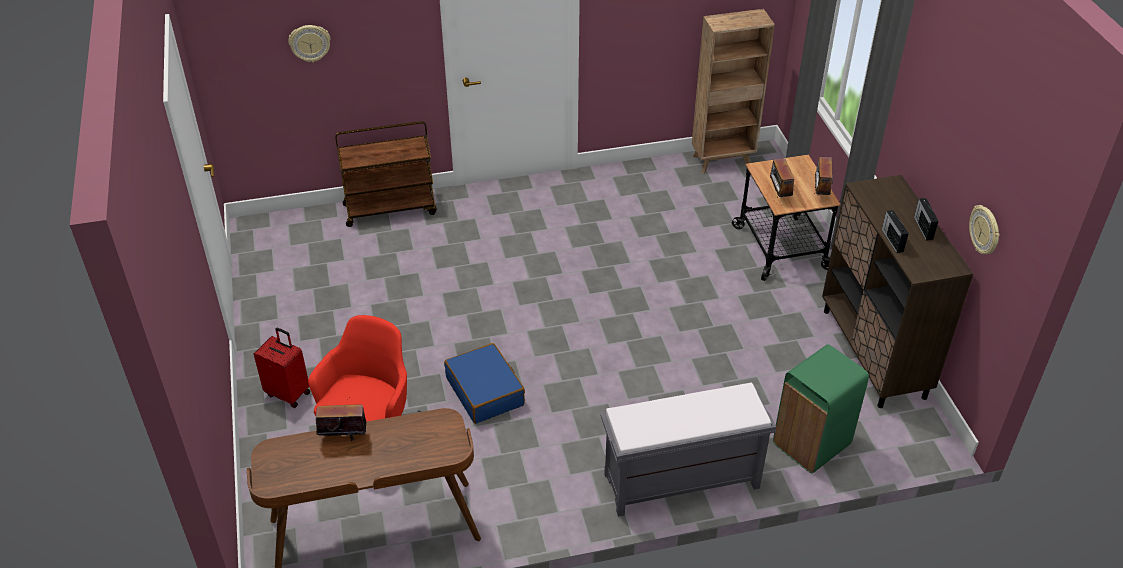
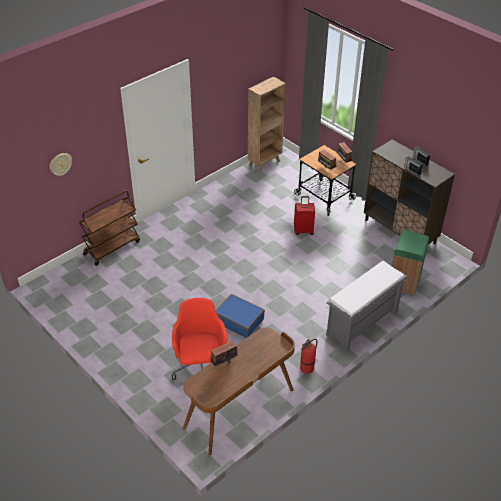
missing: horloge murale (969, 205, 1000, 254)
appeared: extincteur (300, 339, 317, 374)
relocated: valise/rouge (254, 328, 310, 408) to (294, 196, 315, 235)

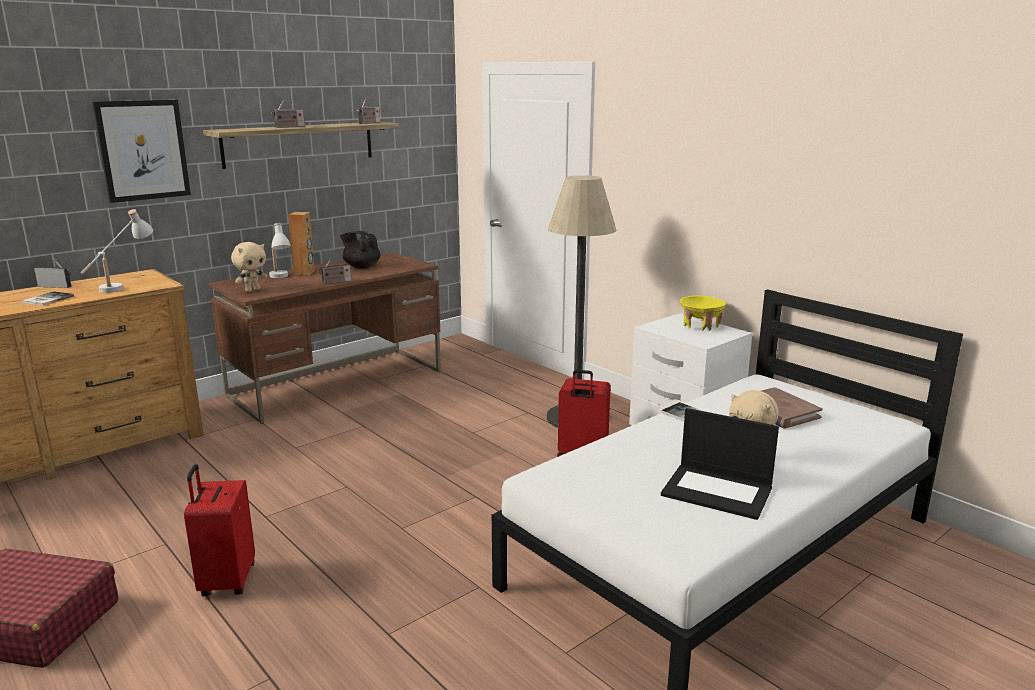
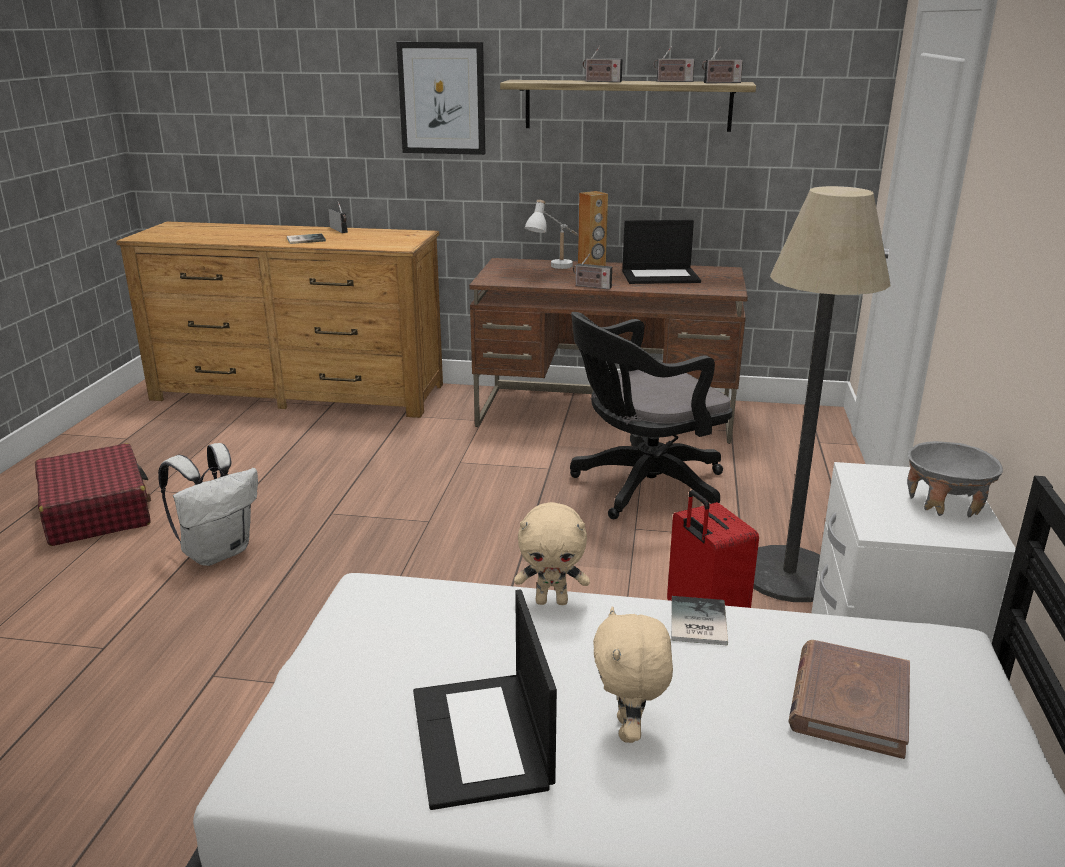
missing: lampe de table/blanc (80, 209, 153, 293)
appeared: chaise de bureau/noir (570, 312, 733, 519); radio (654, 46, 695, 82)
relocated: peluche/beige (231, 242, 267, 292) to (514, 502, 590, 605)
exchanged: valise/rouge (184, 464, 255, 596) to sac à dos/blanc (158, 443, 258, 566); théière/noir (340, 231, 380, 269) to ordinateur portable (622, 220, 701, 284)
colour: bol/jaune (680, 295, 726, 331) to bol/gris (907, 441, 1003, 518)

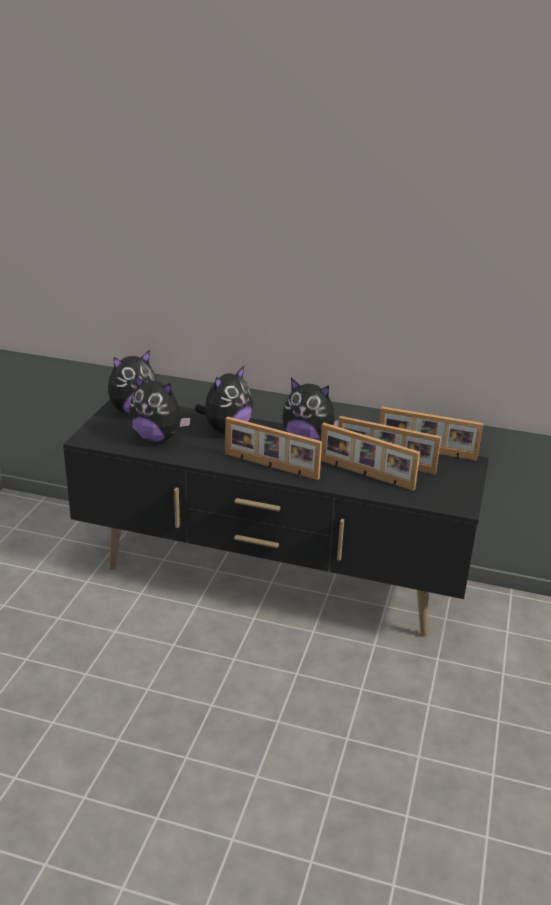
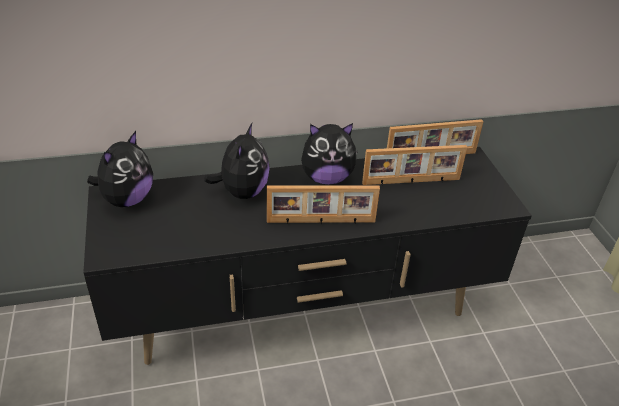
missing: peluche (129, 375, 190, 442); cadre photo (321, 423, 420, 491)

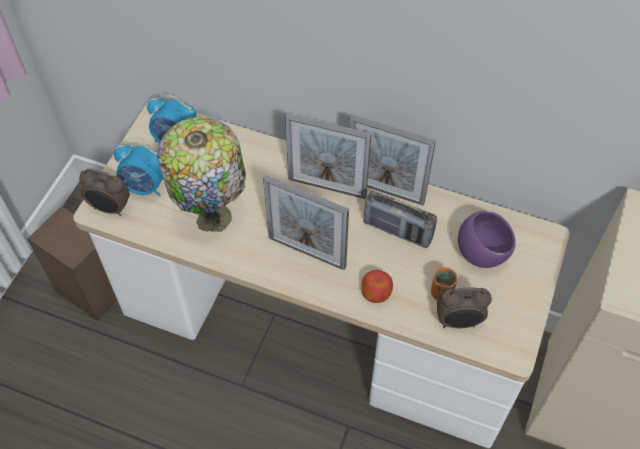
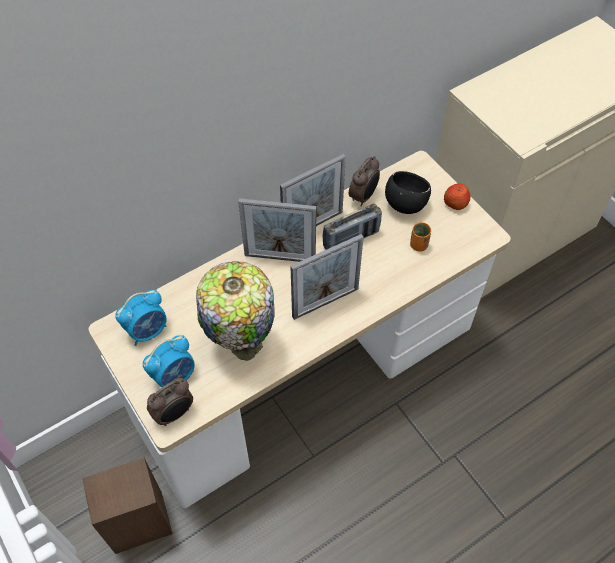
relocated: réveil (437, 288, 492, 328) to (349, 156, 380, 206); pomme (362, 270, 393, 303) to (444, 183, 470, 210)
colour: bol/violet (458, 211, 516, 268) to bol/noir (385, 171, 431, 214)
spun: cadre photo (285, 113, 372, 199) = (238, 198, 316, 262) 45 degrees clockwise

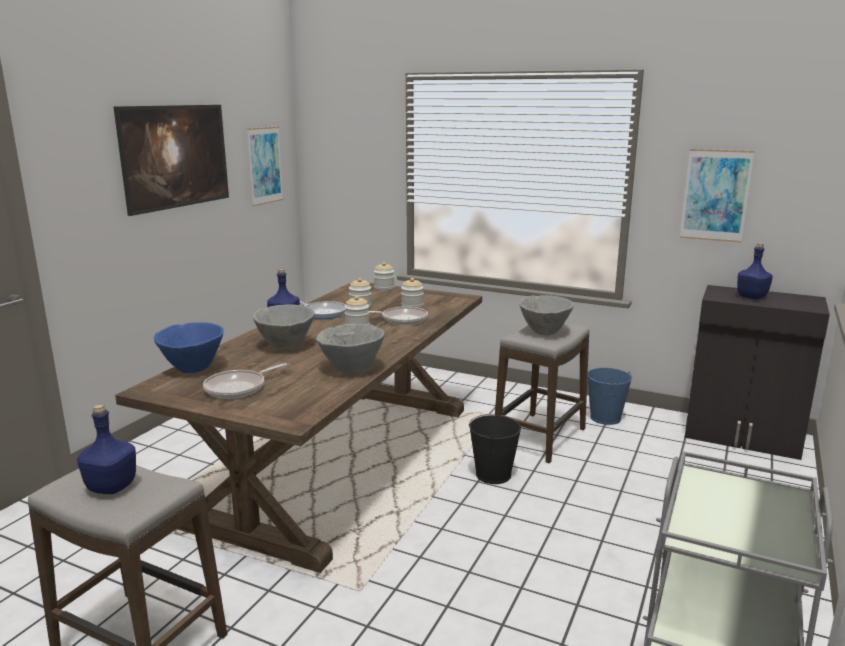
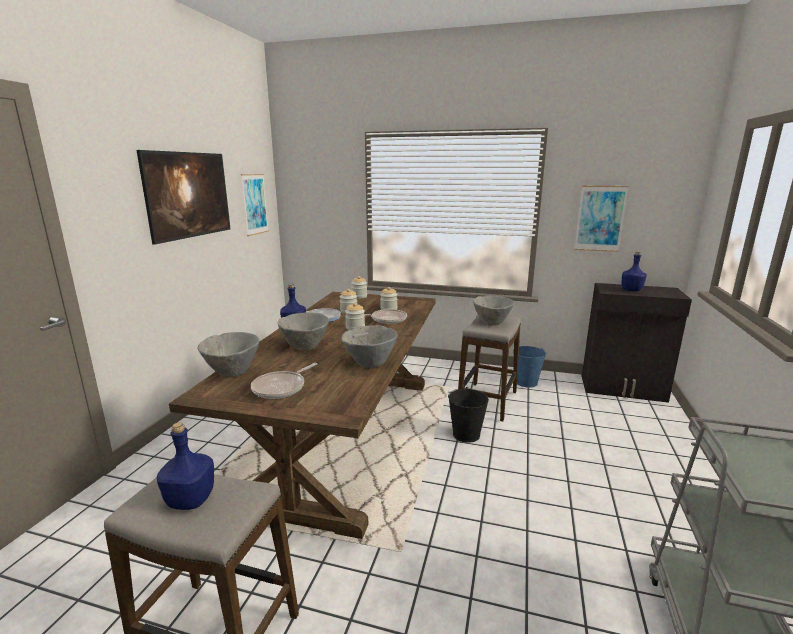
colour: bol/bleu (154, 322, 224, 373) to bol/gris (198, 332, 259, 377)

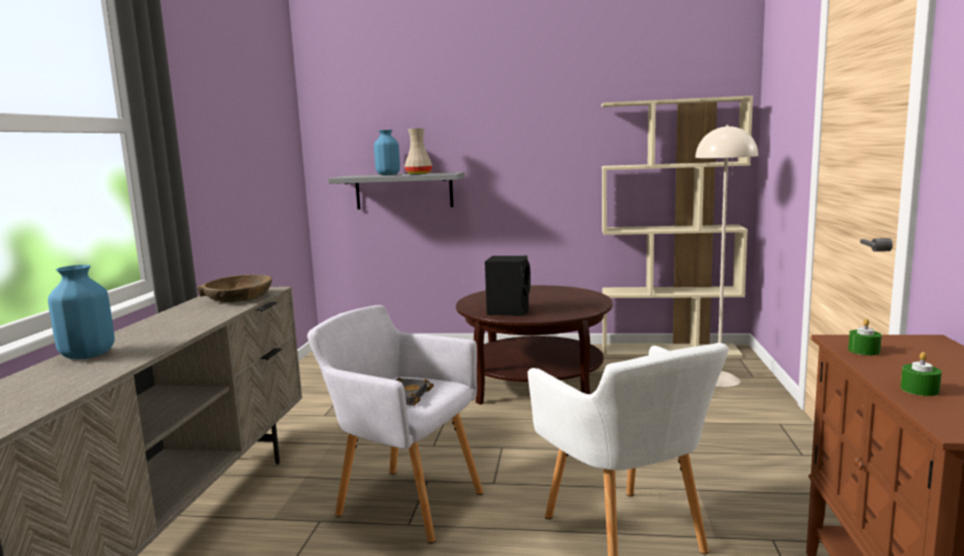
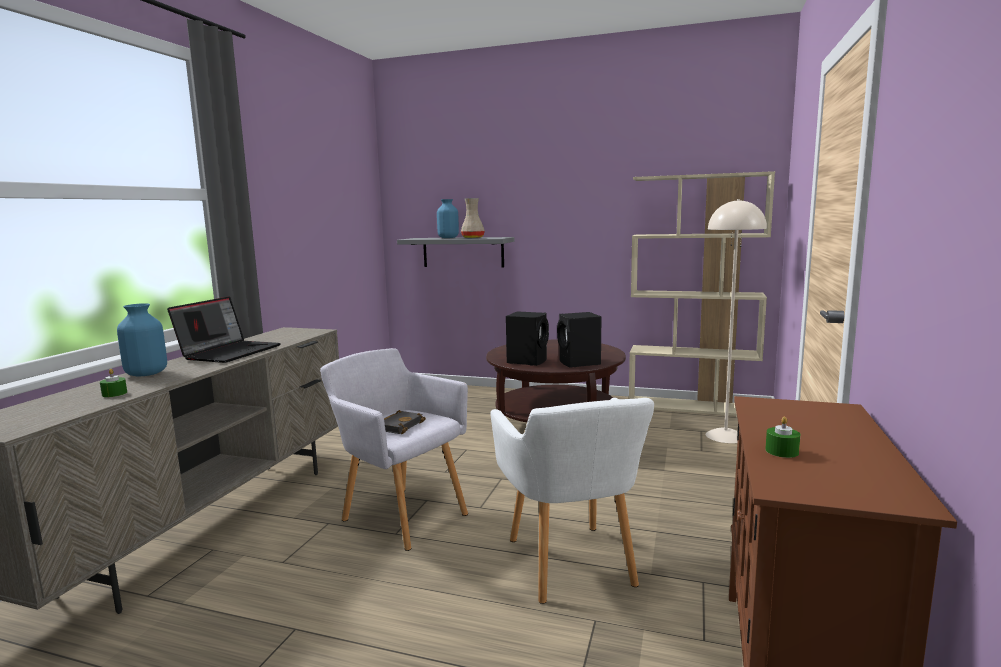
missing: bol/marron (197, 275, 272, 302)
appeared: ordinateur portable (167, 297, 281, 363); enceinte/noir (557, 312, 601, 368)
relocated: bougie/vert (848, 319, 882, 355) to (100, 369, 127, 397)

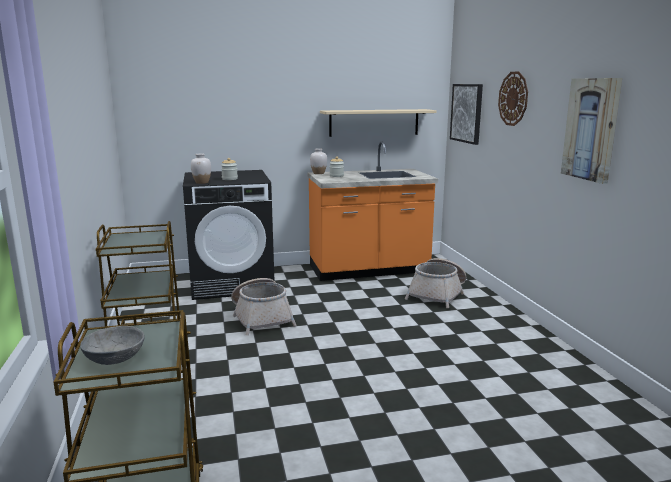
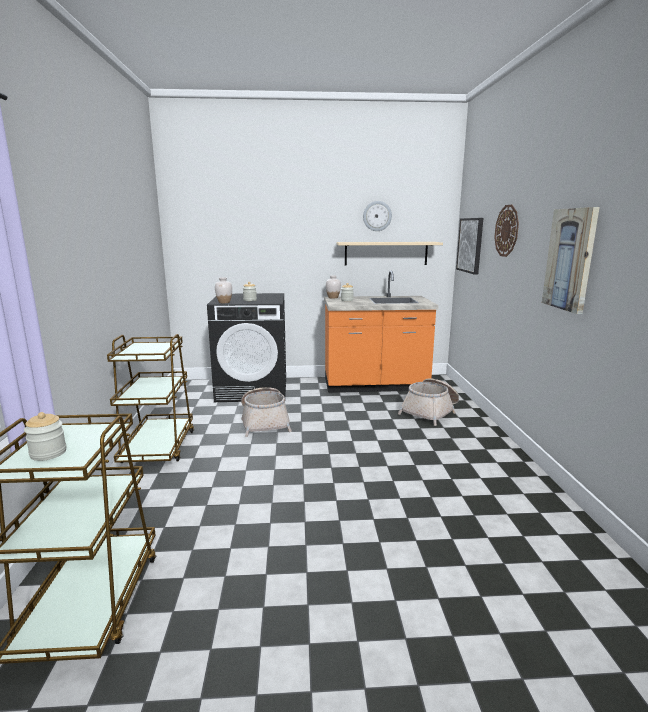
appeared: horloge murale (363, 201, 392, 231)
exchanged: bol/gris (80, 326, 145, 365) to bocal (24, 412, 67, 461)

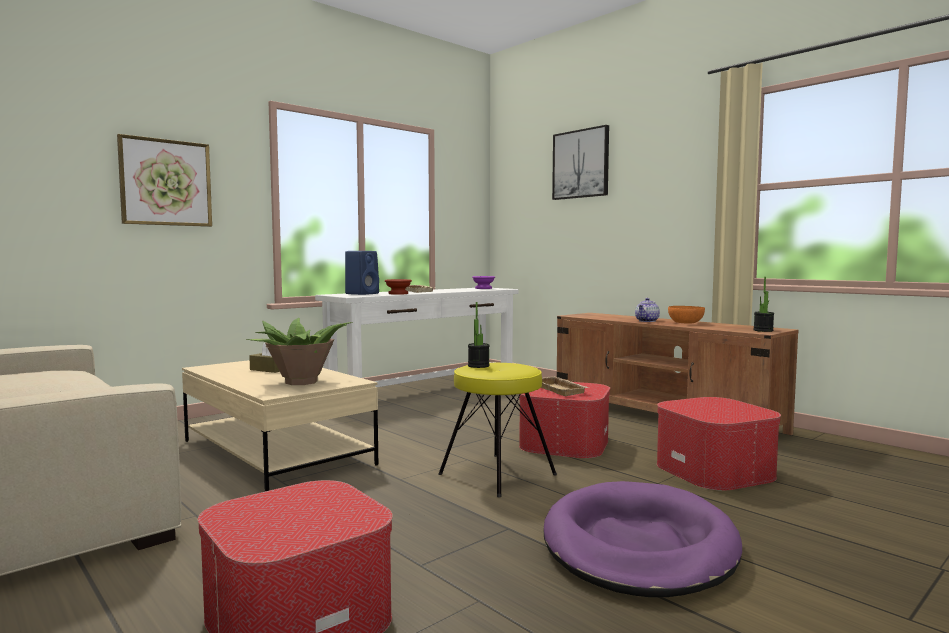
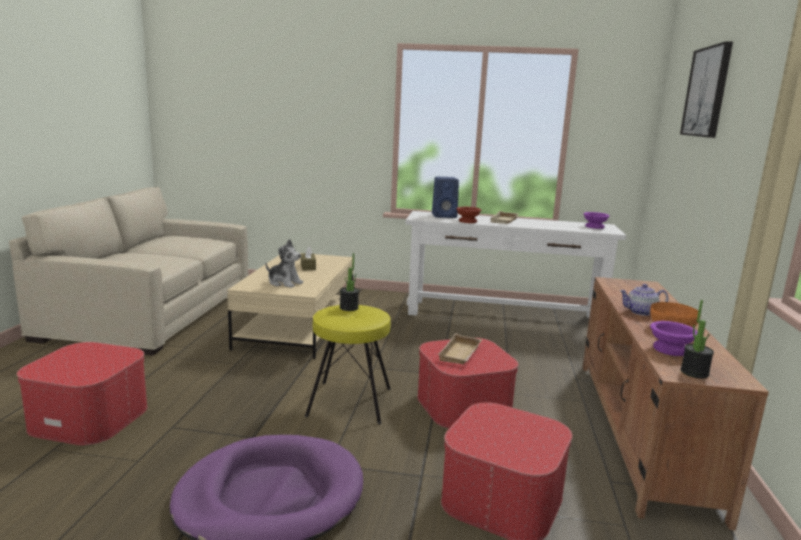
missing: tableau (117, 134, 212, 227)
appeared: bol/violet (650, 321, 698, 356)
exchanged: plante en pot (246, 318, 353, 385) to peluche (265, 239, 303, 288)

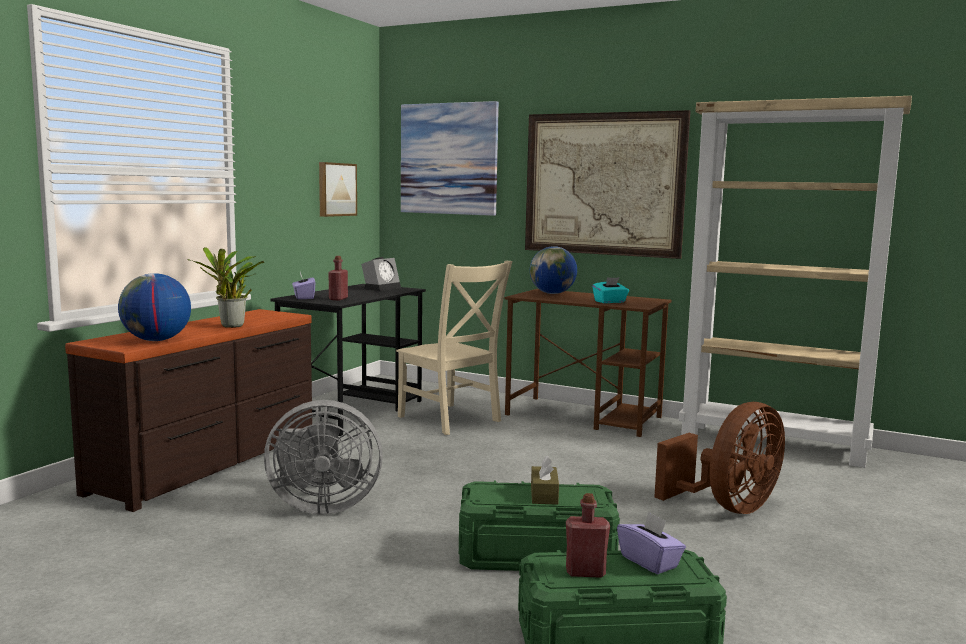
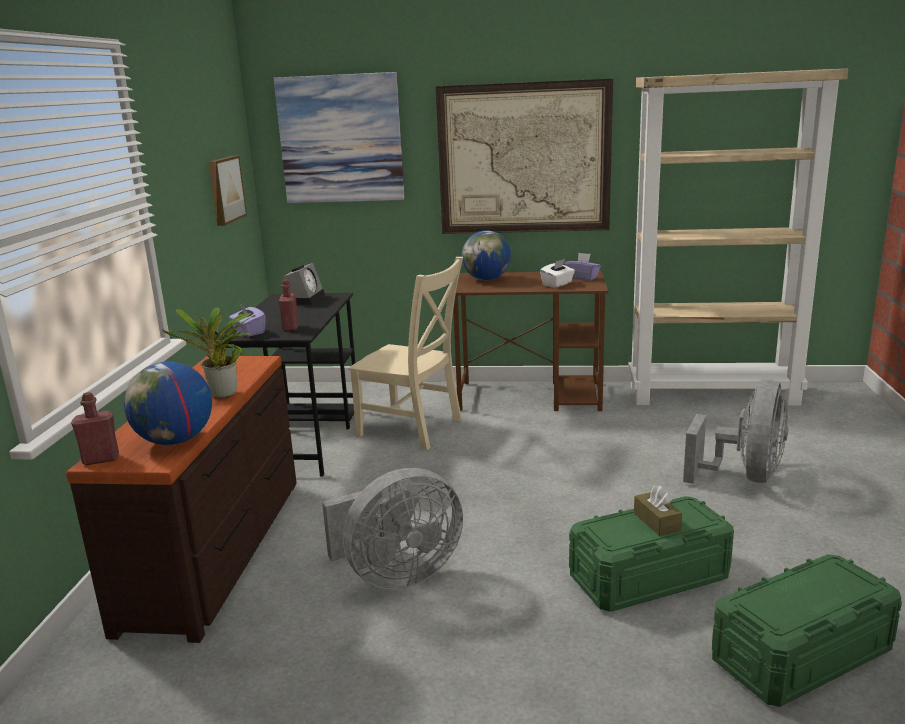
relocated: bouteille/rouge (566, 493, 610, 578) to (71, 392, 119, 465); boîte à mouchoirs/violet (617, 511, 686, 574) to (564, 253, 601, 281)
colour: boîte à mouchoirs/turquoise (592, 277, 629, 303) to boîte à mouchoirs/blanc (540, 259, 575, 288); ventilateur/marron (654, 402, 785, 514) to ventilateur/gris (683, 380, 789, 484)

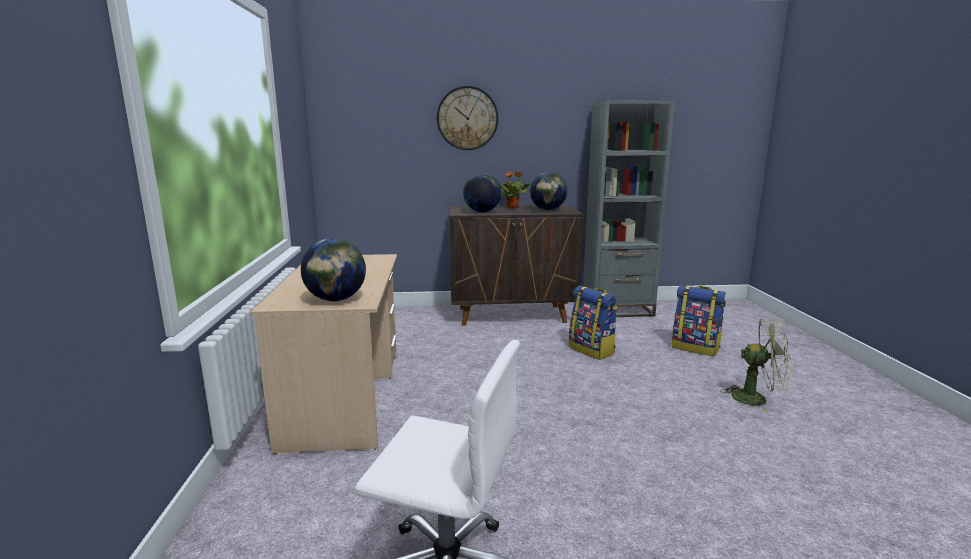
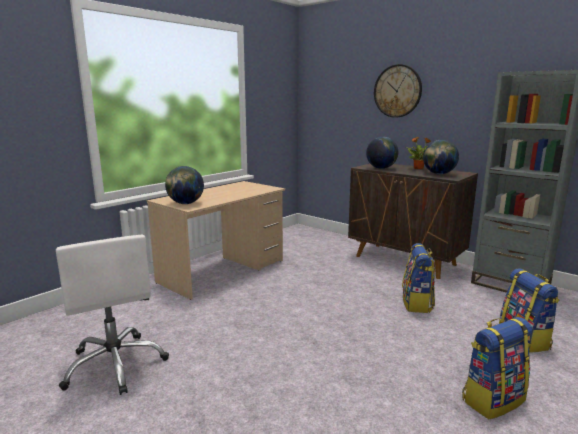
exchanged: ventilateur/vert (721, 319, 791, 413) to sac à dos (462, 317, 532, 419)

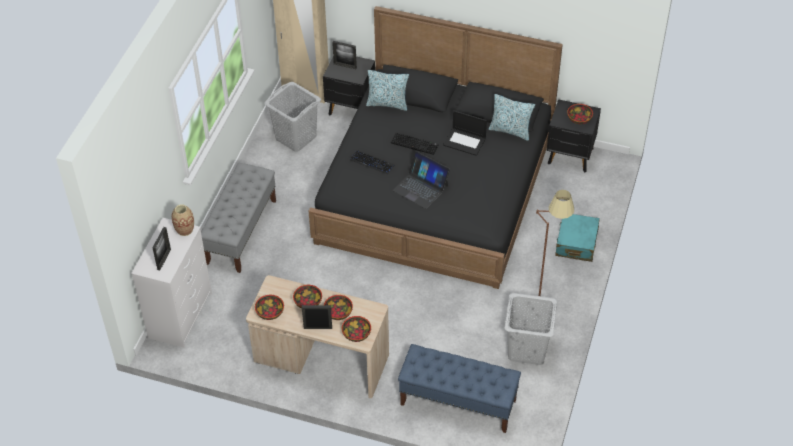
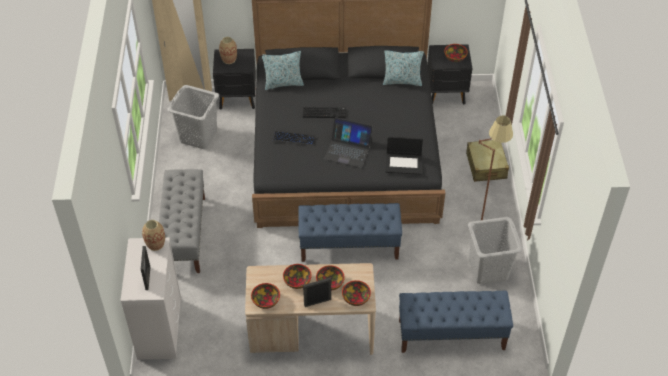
appeared: banc/bleu (298, 203, 402, 262)
relocated: ordinateur portable (443, 110, 487, 156) to (385, 137, 423, 175)
exchanged: cadre photo (332, 41, 357, 69) to vase (219, 37, 237, 64)
colour: valise/turquoise (555, 214, 600, 262) to valise/beige (466, 140, 509, 182)

